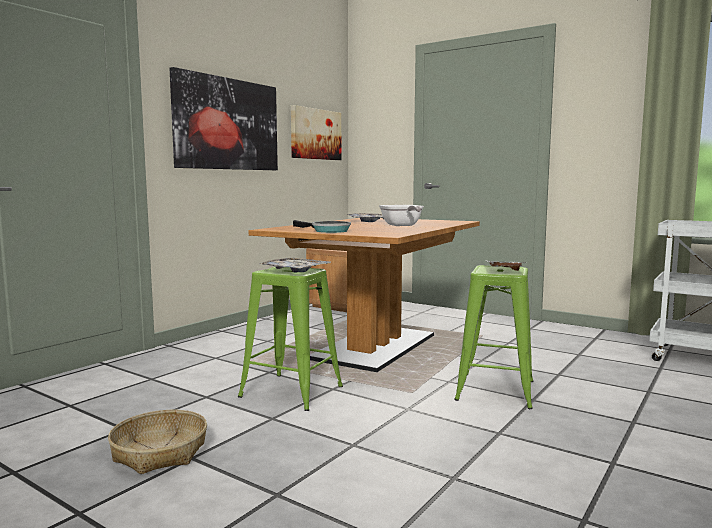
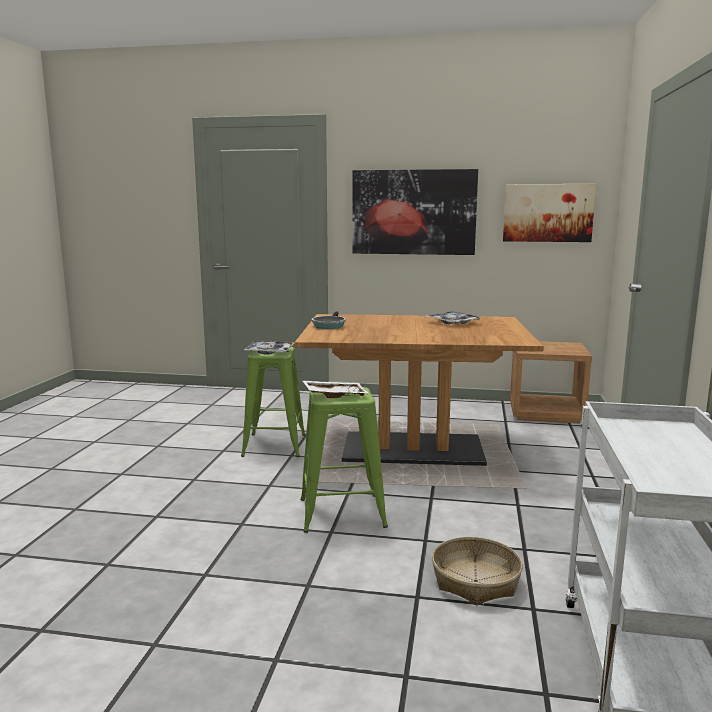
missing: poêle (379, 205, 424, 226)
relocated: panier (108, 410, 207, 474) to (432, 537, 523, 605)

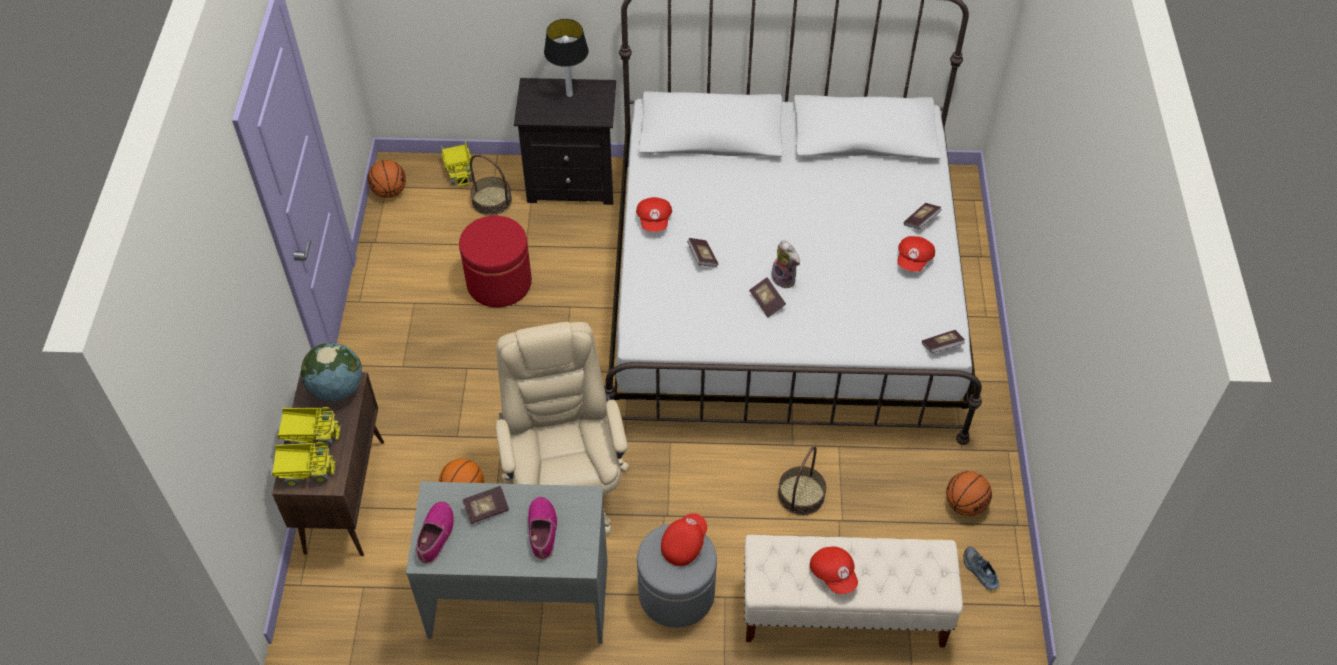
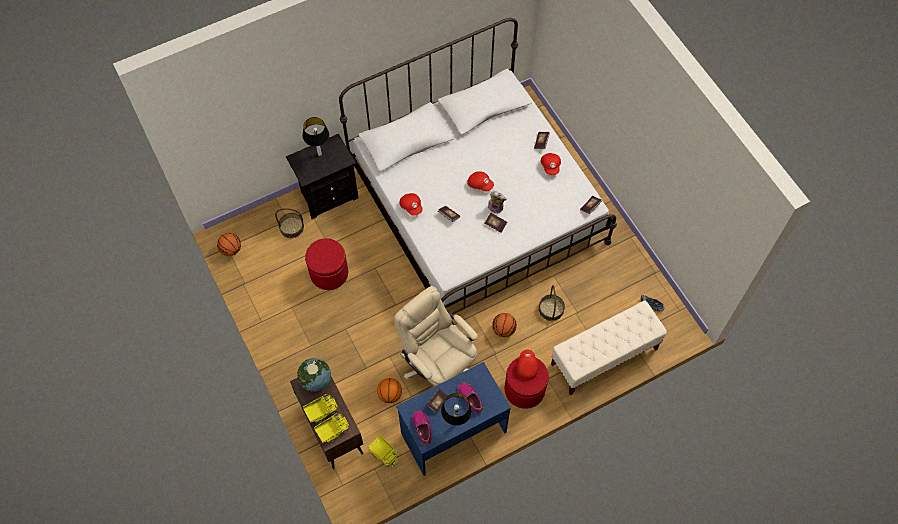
appeared: lampe de table (441, 393, 472, 426)
relocated: camion jouet (441, 141, 473, 187) to (368, 435, 399, 467); casquette/rouge (810, 547, 858, 594) to (467, 171, 494, 191); ballon de basket (946, 471, 992, 516) to (492, 313, 517, 337)
colour: bureau/gris (406, 481, 608, 644) to bureau/bleu (396, 362, 511, 476); pouf/gris (637, 523, 717, 628) to pouf/rouge (505, 357, 549, 409)

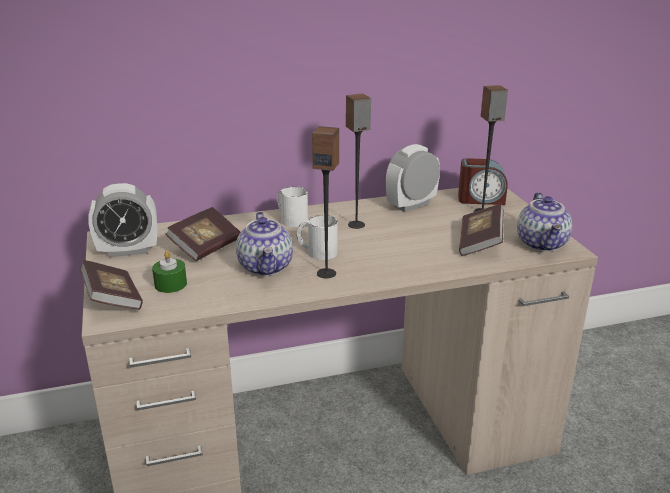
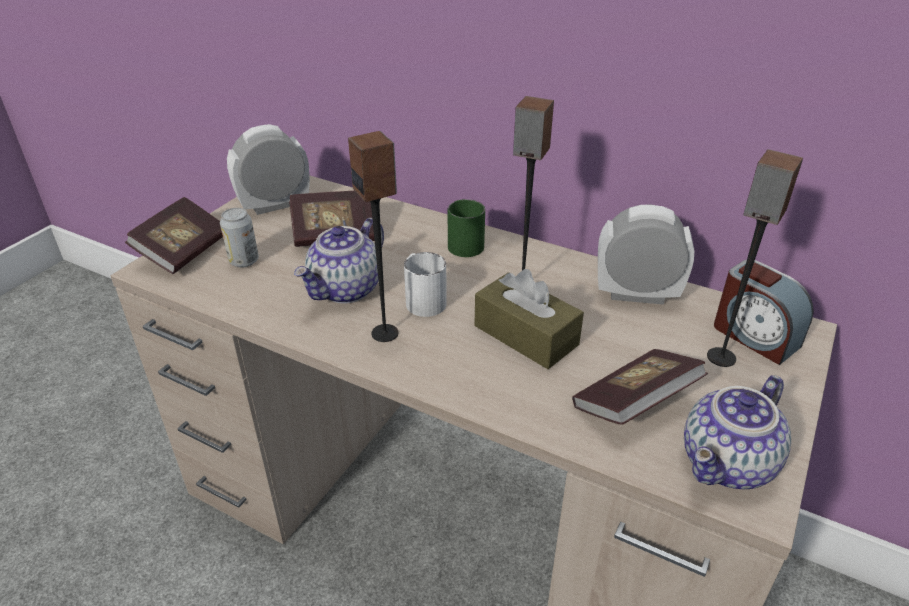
appeared: boîte à mouchoirs/marron (474, 269, 584, 369)
exchanged: bougie/vert (152, 251, 187, 293) to boîte métallique (220, 208, 259, 268)
colour: mug/blanc (277, 187, 308, 227) to mug/vert (448, 199, 485, 257)
spun: réveil (88, 183, 157, 257) = (227, 124, 310, 215) 120 degrees clockwise

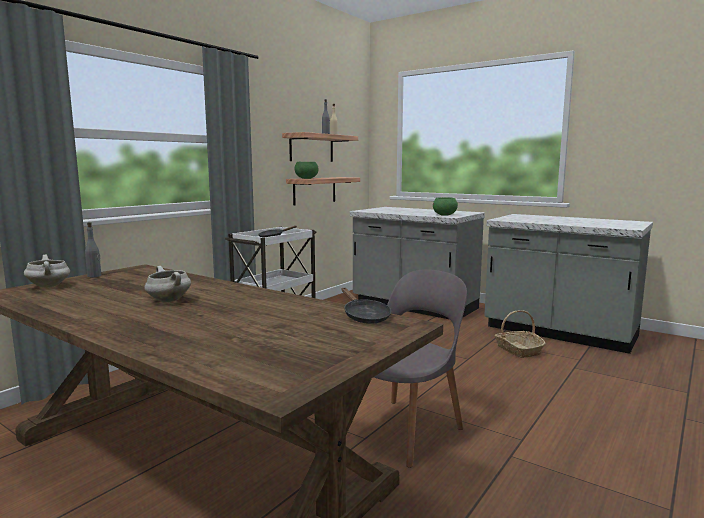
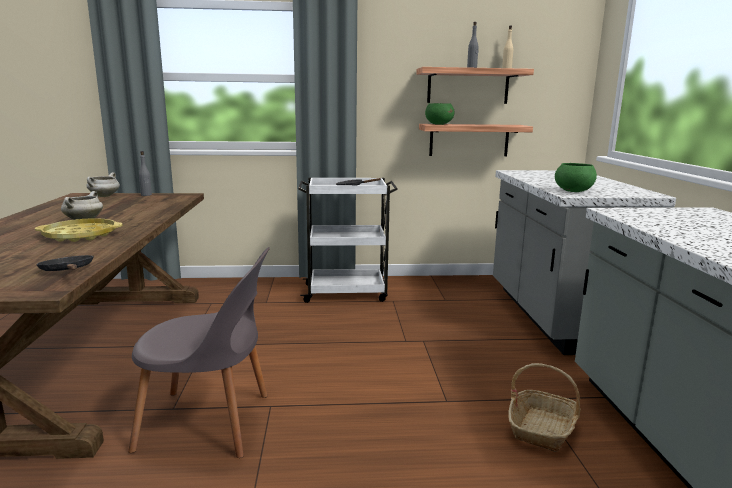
appeared: plateau/jaune (35, 218, 123, 242)
spun: poêle/noir (341, 288, 391, 324) = (36, 255, 94, 271) 120 degrees clockwise

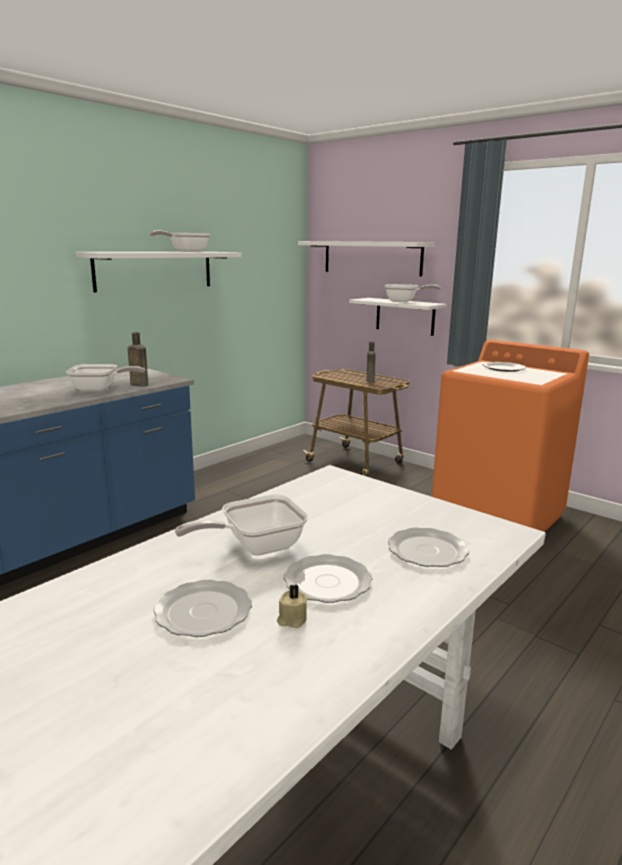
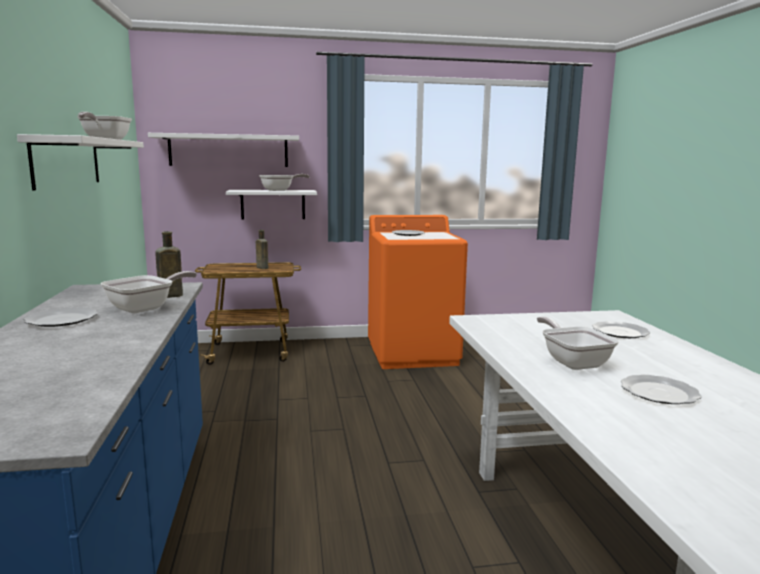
missing: bougie/beige (277, 584, 307, 628)
relocated: assiette (283, 554, 372, 603) to (24, 307, 97, 327)
spun: poêle (175, 494, 308, 555) = (537, 317, 619, 370) 150 degrees clockwise

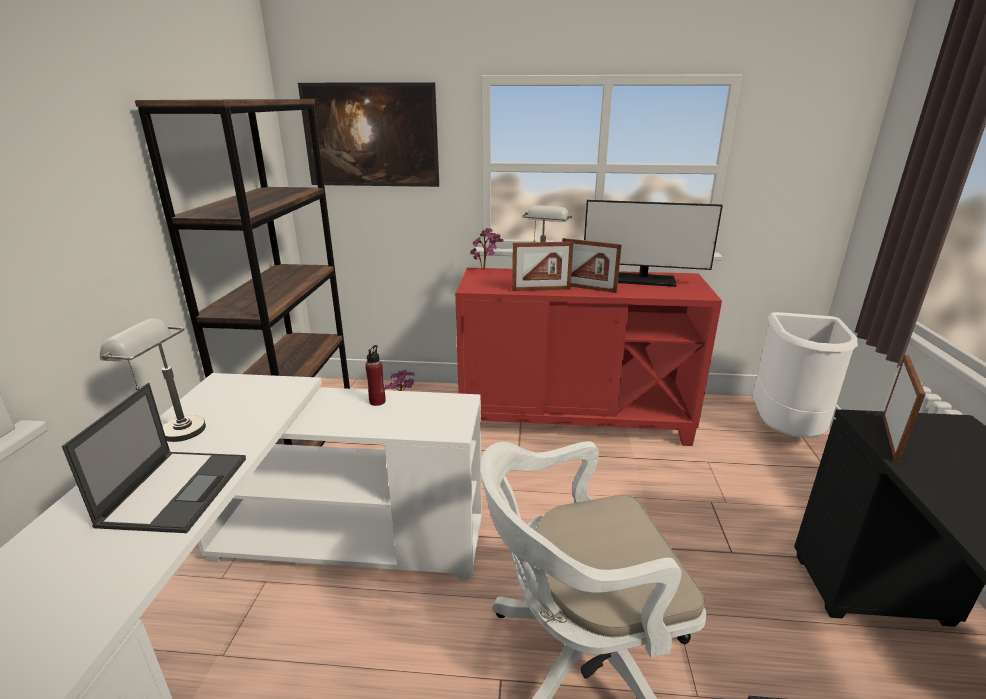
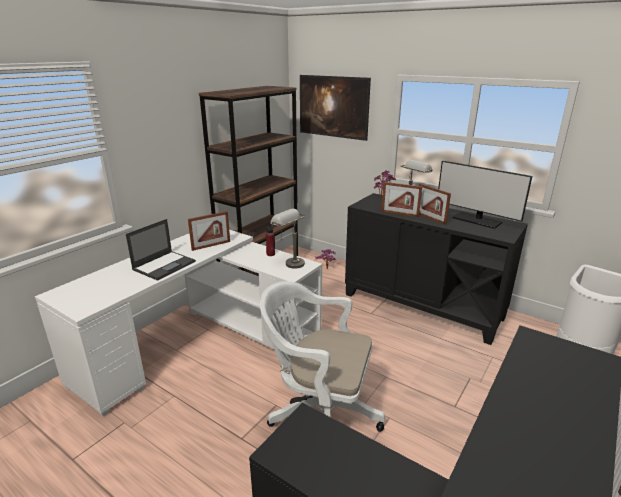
relocated: cadre photo (883, 355, 926, 462) to (188, 211, 230, 251); lampe de table/gris (100, 318, 206, 442) to (271, 209, 306, 269)
colour: meuble de rangement/rouge (455, 268, 722, 446) to meuble de rangement/noir (345, 193, 528, 345)

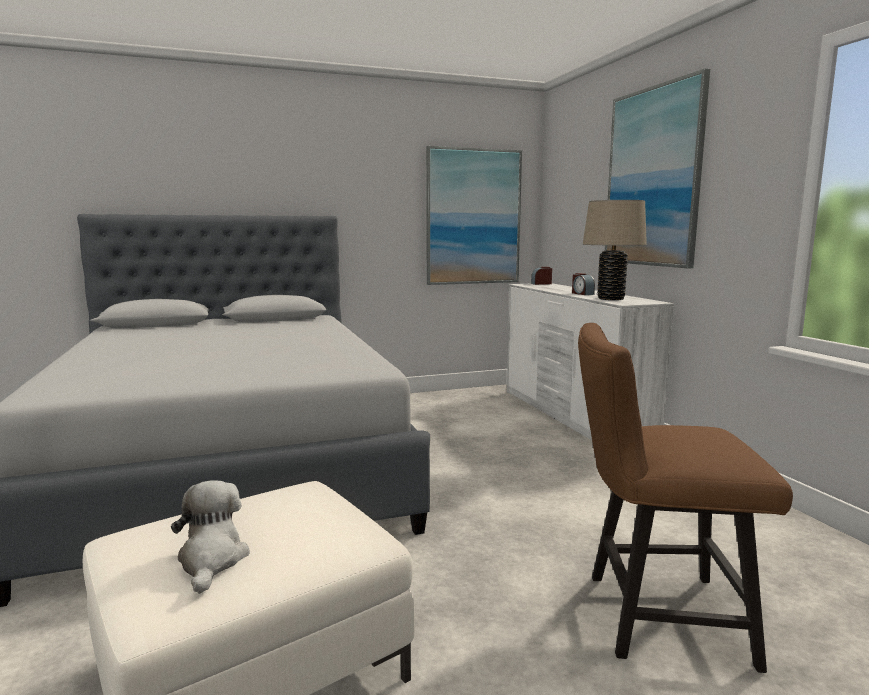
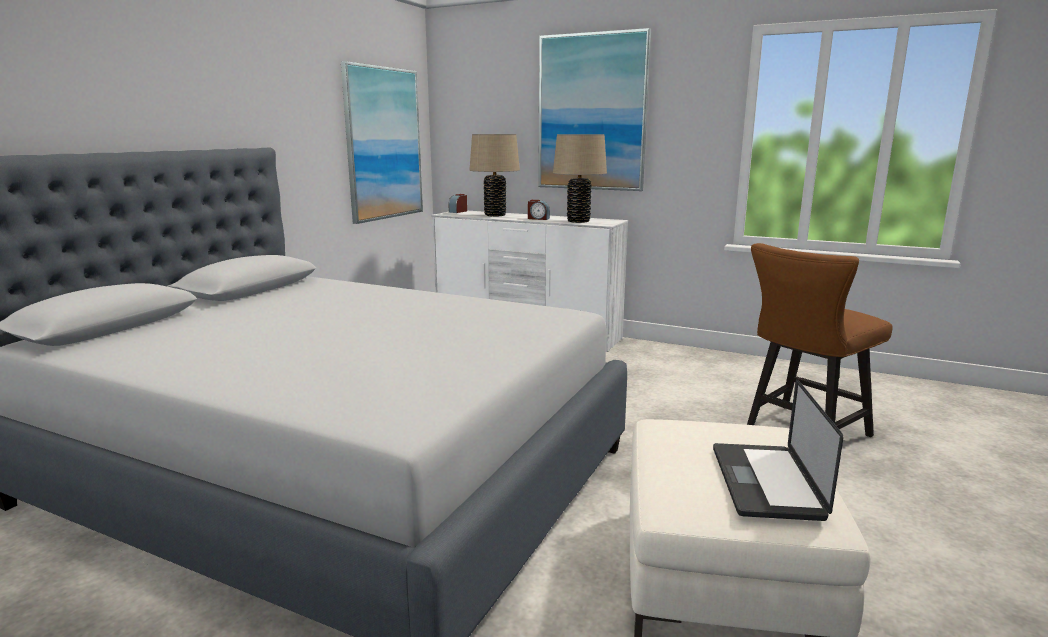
appeared: lampe de table/beige (469, 134, 520, 217)
exchanged: peluche (171, 480, 250, 594) to ordinateur portable (713, 379, 843, 521)

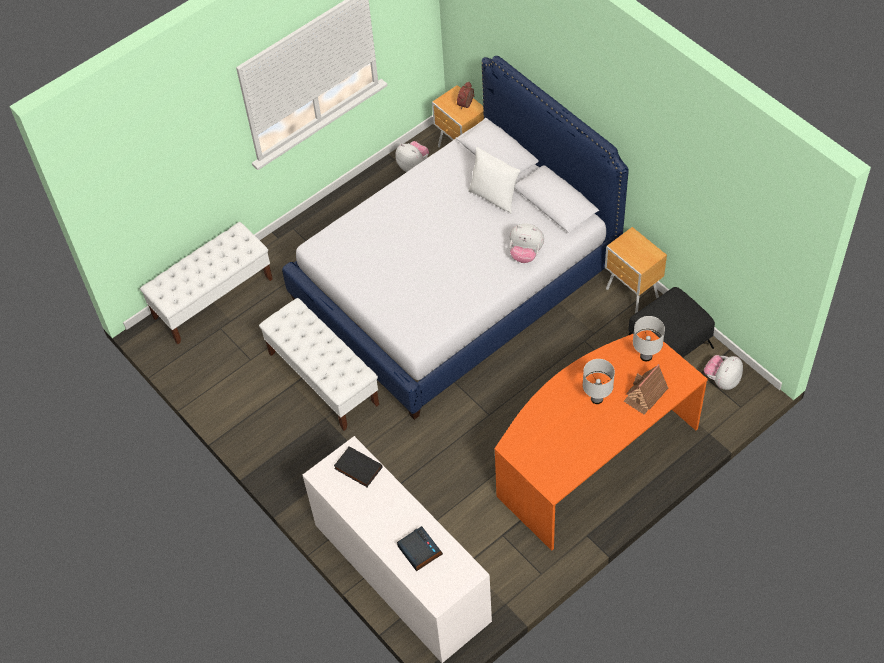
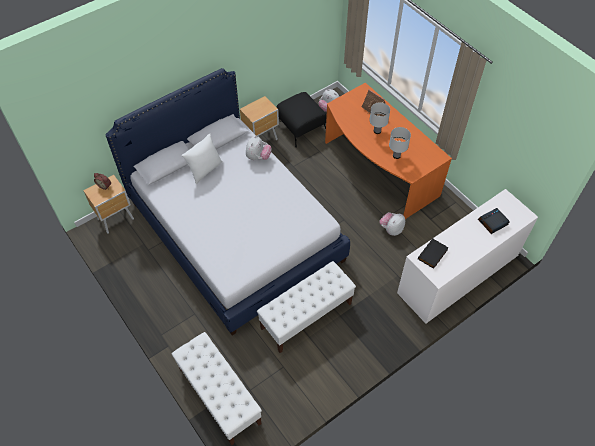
relocated: peluche (395, 141, 429, 172) to (379, 212, 405, 236); lampe de table/blanc (633, 316, 665, 362) to (389, 127, 411, 159)

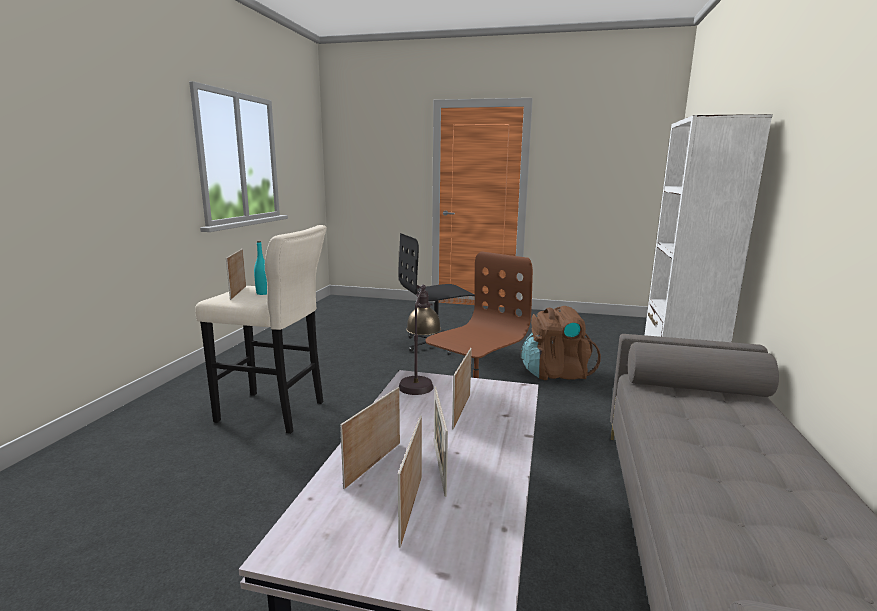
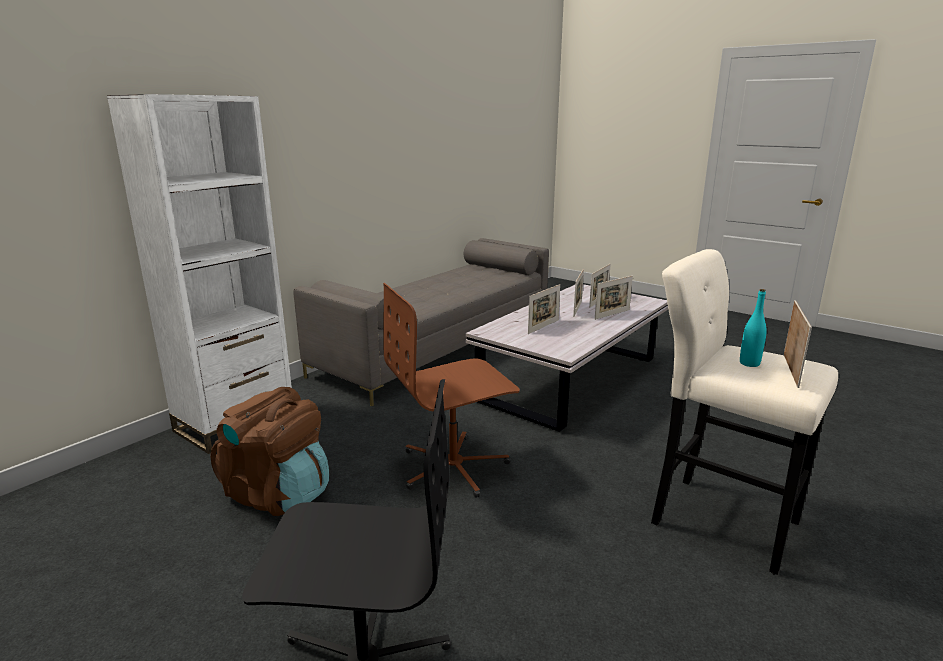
missing: lampe de table (399, 285, 441, 395)

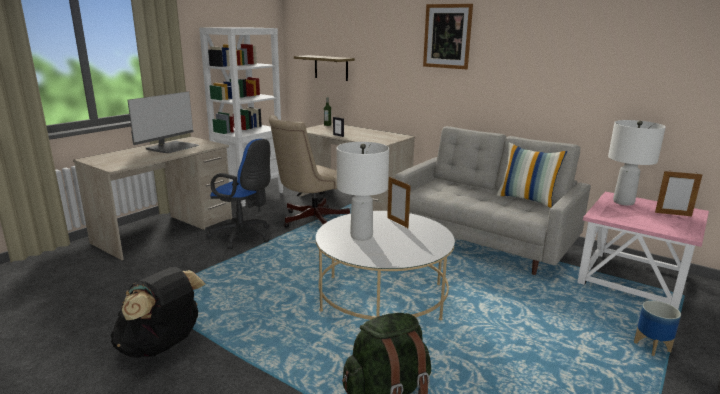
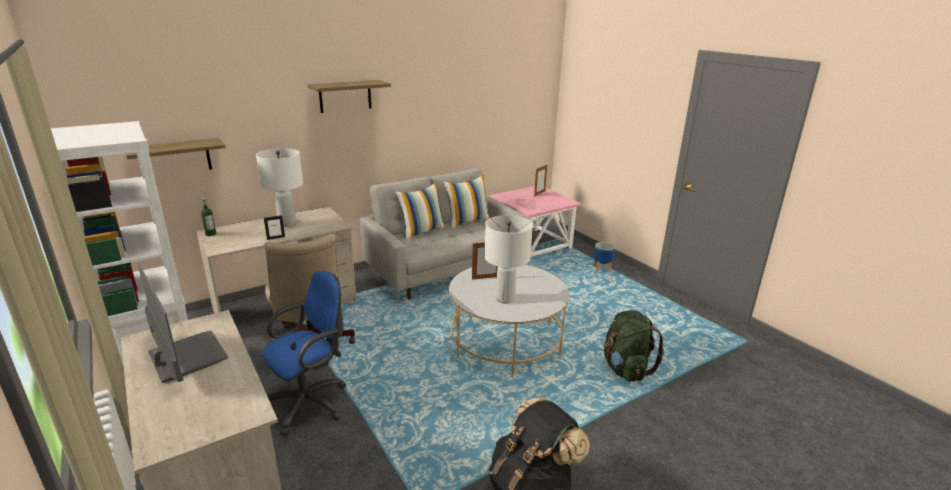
appeared: coussin (395, 182, 446, 240)
relocated: lampe de table/blanc (608, 120, 666, 206) to (256, 148, 303, 227)
exchanged: tableau (423, 4, 473, 69) to étagère (307, 80, 391, 113)

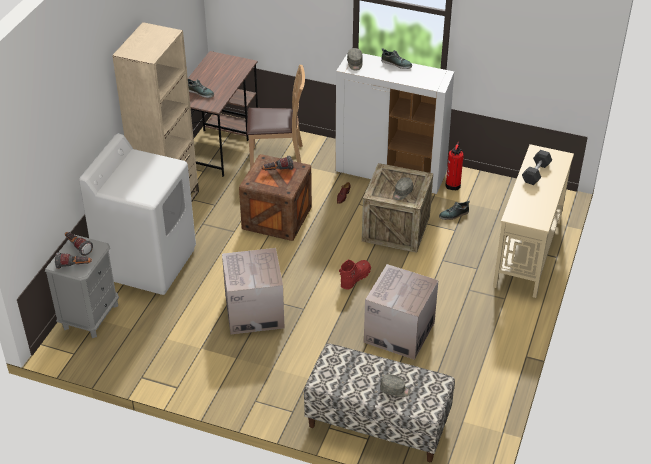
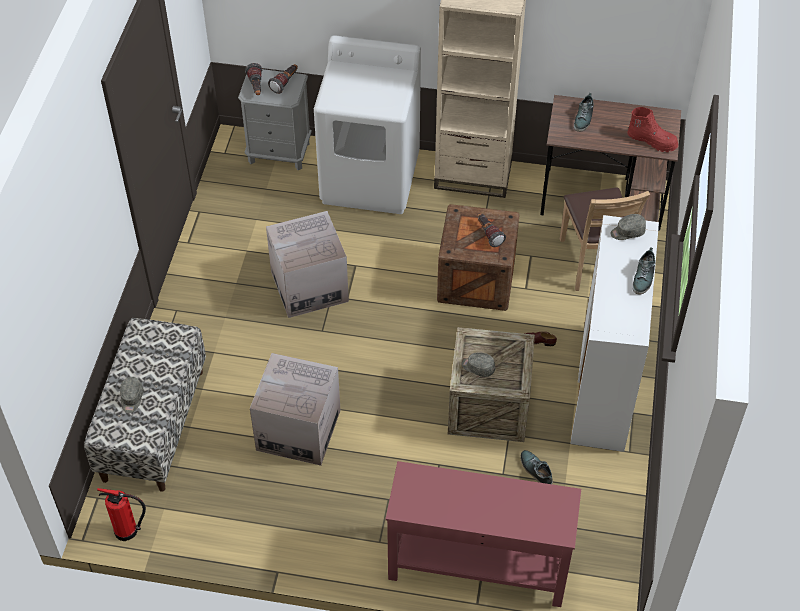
missing: haltère/noir (522, 150, 552, 185)
relocated: extincteur (445, 142, 464, 191) to (97, 488, 146, 541); botte/rouge (339, 260, 371, 290) to (627, 107, 678, 152)
colour: table console/beige (493, 144, 574, 298) to table console/rouge (386, 461, 581, 607)

